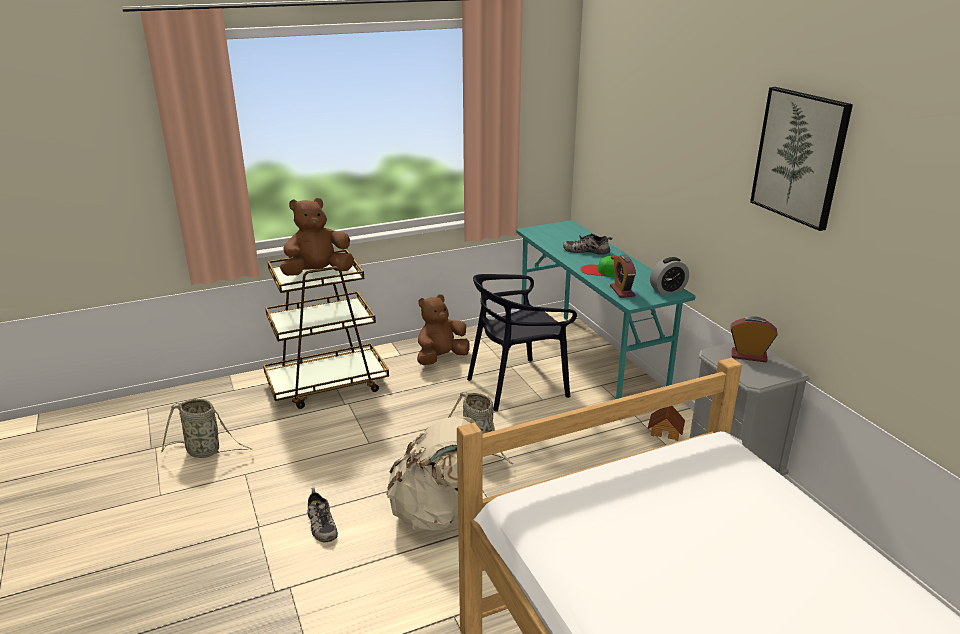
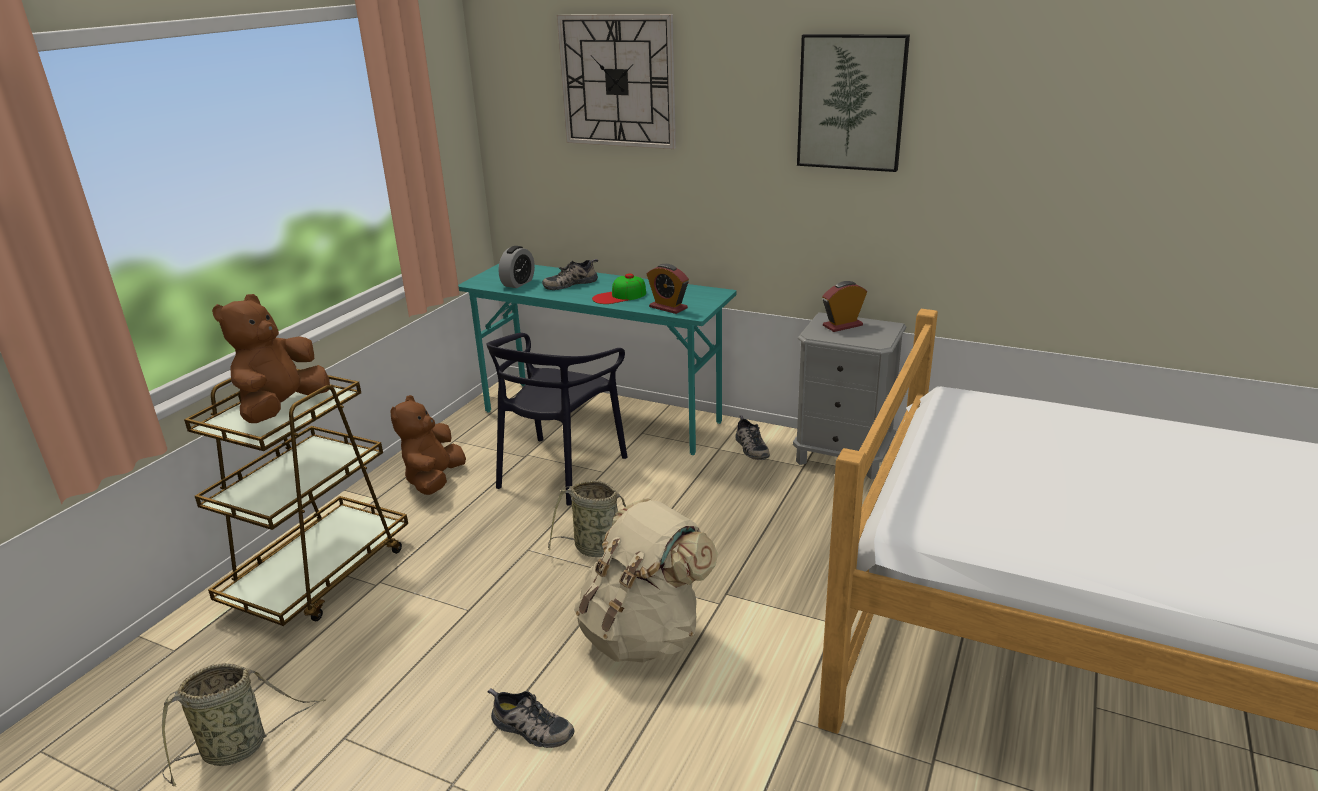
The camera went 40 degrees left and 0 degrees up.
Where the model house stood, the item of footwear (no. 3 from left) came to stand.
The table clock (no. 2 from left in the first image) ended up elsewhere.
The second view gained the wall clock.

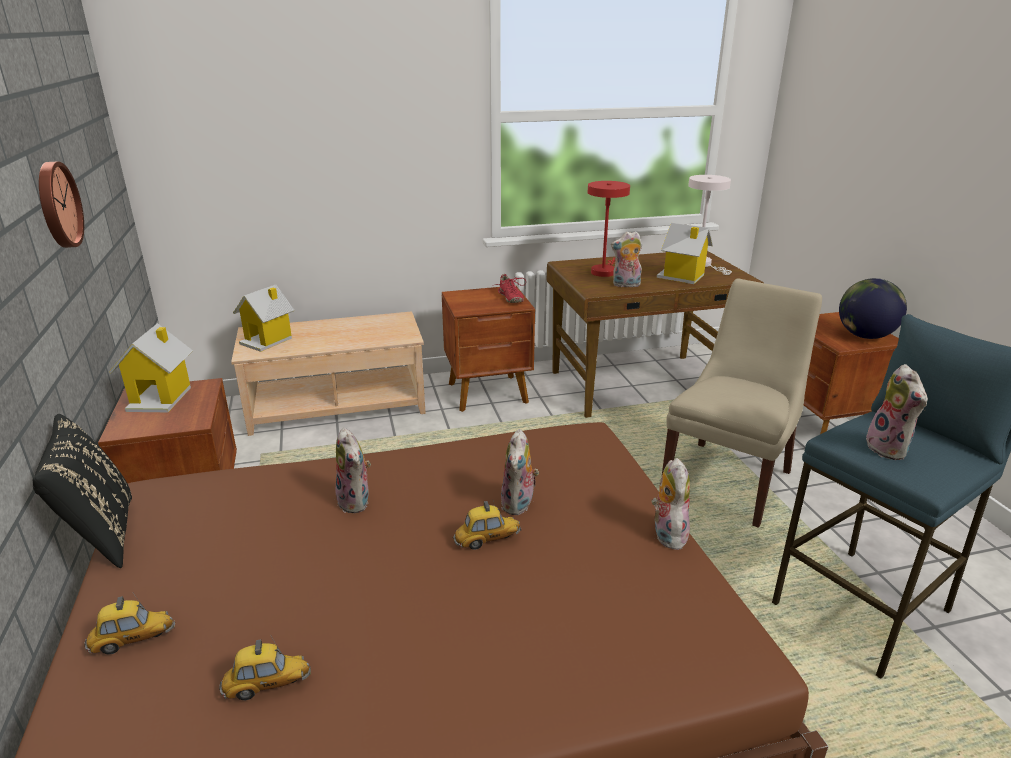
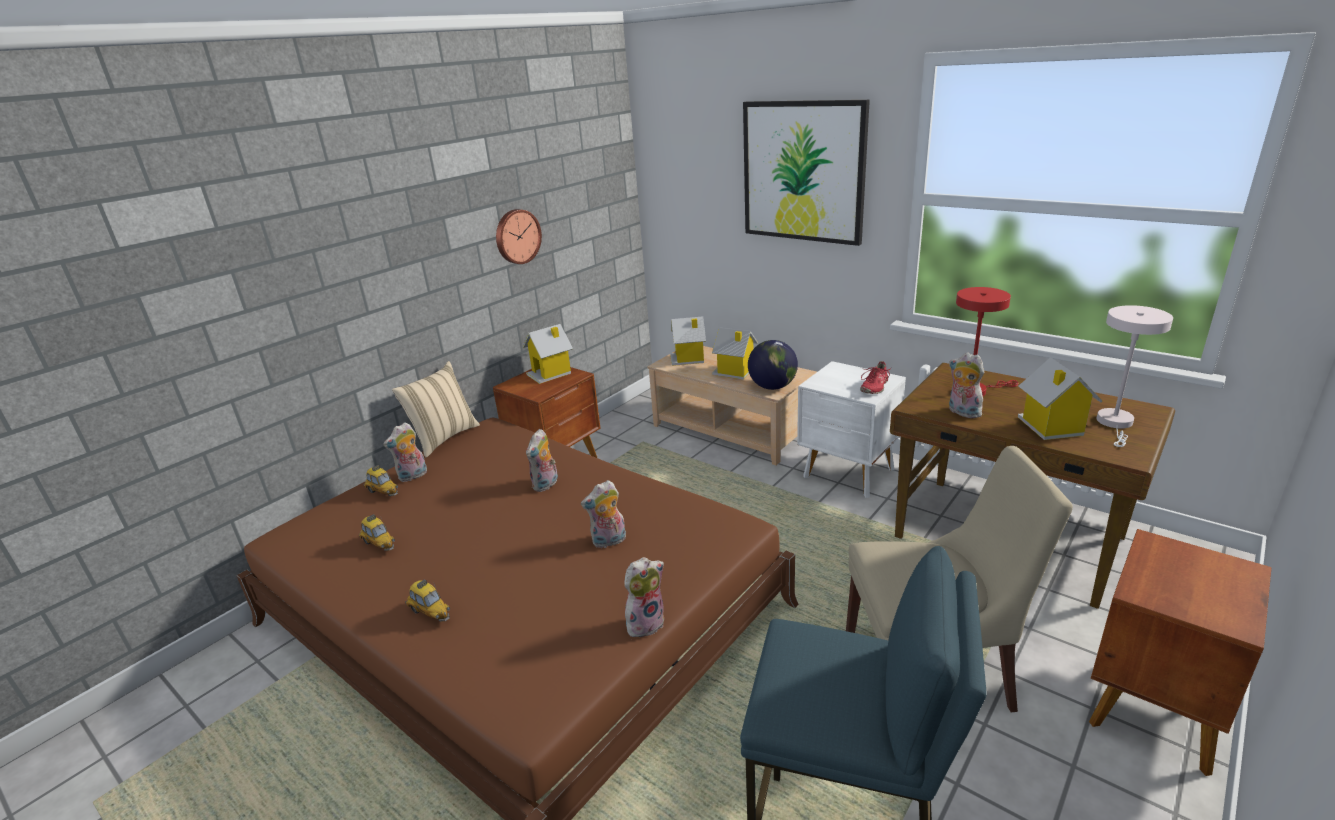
The camera went 55 degrees right and 0 degrees up.
What was the blackish throw pillow turned into the sand-coloured throw pillow.
What was the brown-coloured bedside table (no. 2 from left) turned into the white bedside table.
The toy car (no. 3 from left) ended up elsewhere.
The globe ended up elsewhere.
The soft toy (no. 5 from left in the first image) ended up elsewhere.
The second view gained the model house (no. 3 from left).
The second view gained the wall art.

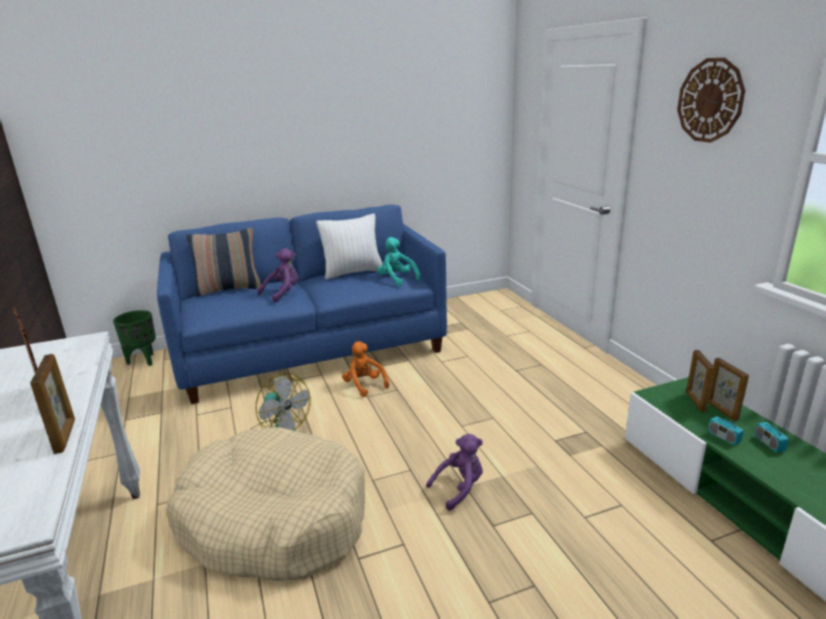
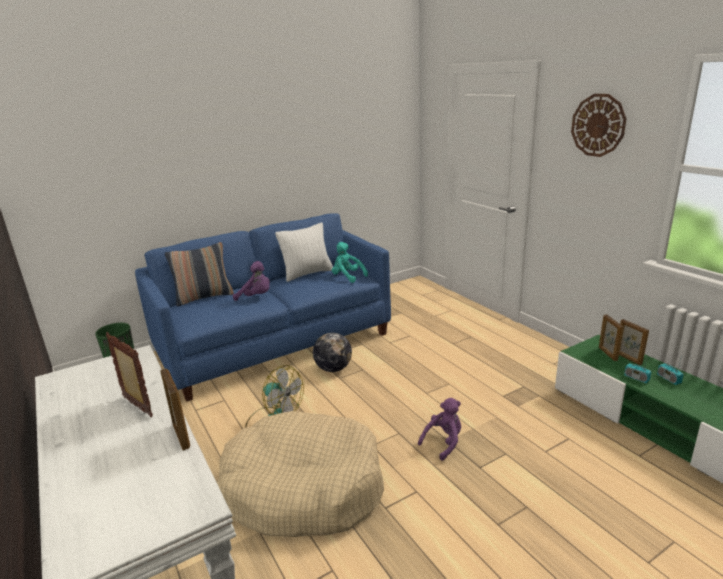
The camera went 10 degrees left and 0 degrees up.
The purple-coloured soft toy (no. 1 from left) ended up facing another way, 75 degrees clockwise from before.
Where the orange-coloured soft toy stood, the globe came to stand.

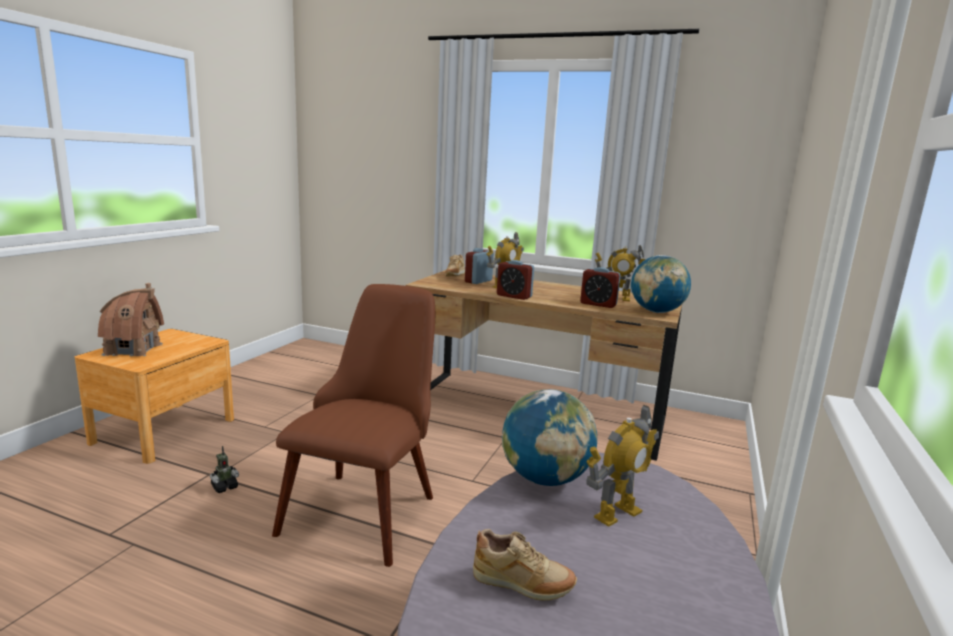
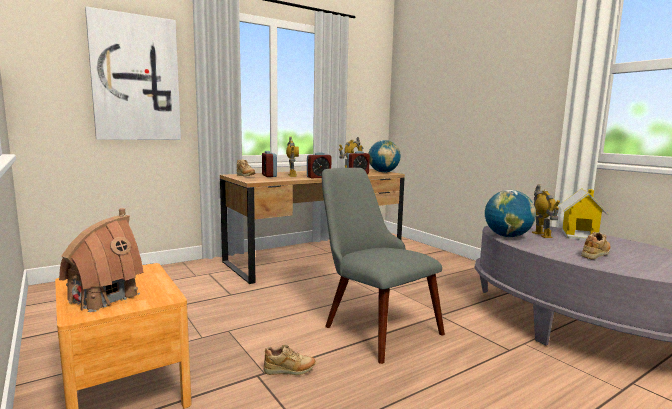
The camera went 55 degrees left and 5 degrees down.
Where the toy robot (no. 1 from left) stood, the sand-coloured item of footwear (no. 2 from left) came to stand.
What was the brown-coloured upright chair turned into the grey upright chair.
The second view gained the wall art.
The second view gained the model house (no. 2 from left).

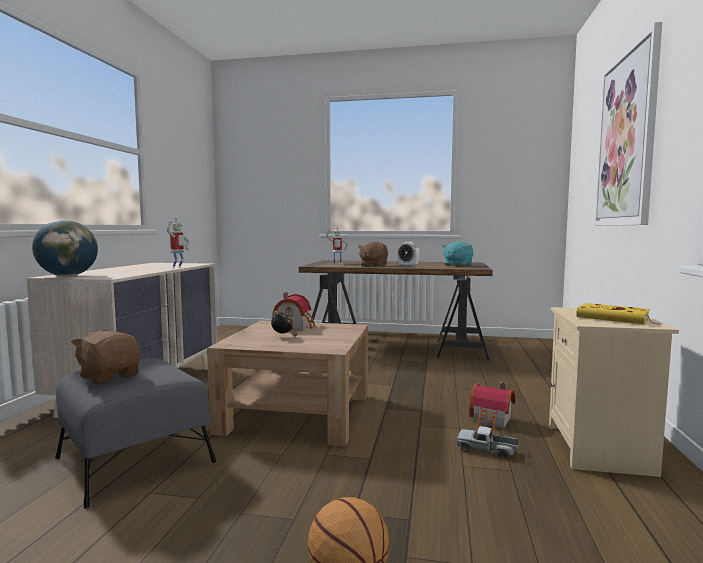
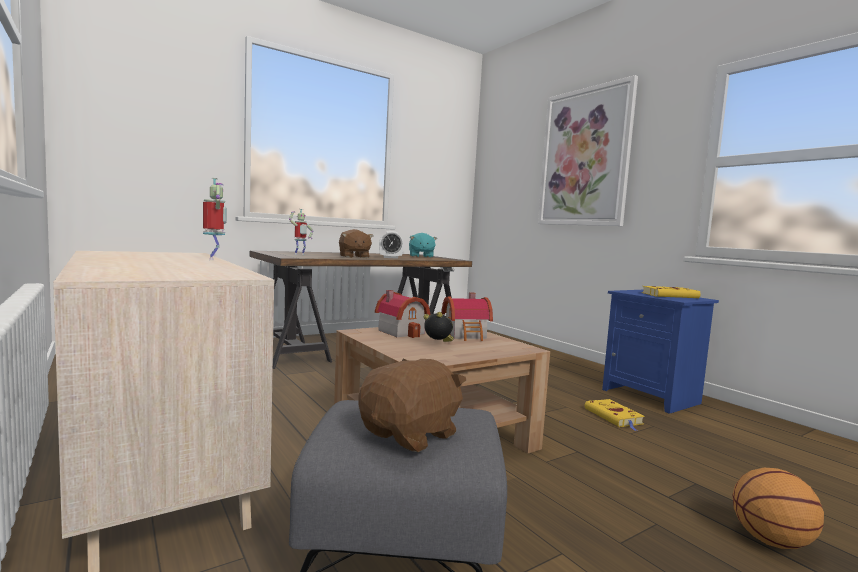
The camera went 45 degrees left and 0 degrees up.
The second view lost the globe.
The brown-coloured soft toy (no. 1 from left in the first image) ended up facing another way, 135 degrees clockwise from before.
Where the toy truck stood, the yellowish book (no. 1 from left) came to stand.
The model house (no. 2 from left) ended up elsewhere.
What was the sand-coloured bedside table turned into the bluish bedside table.

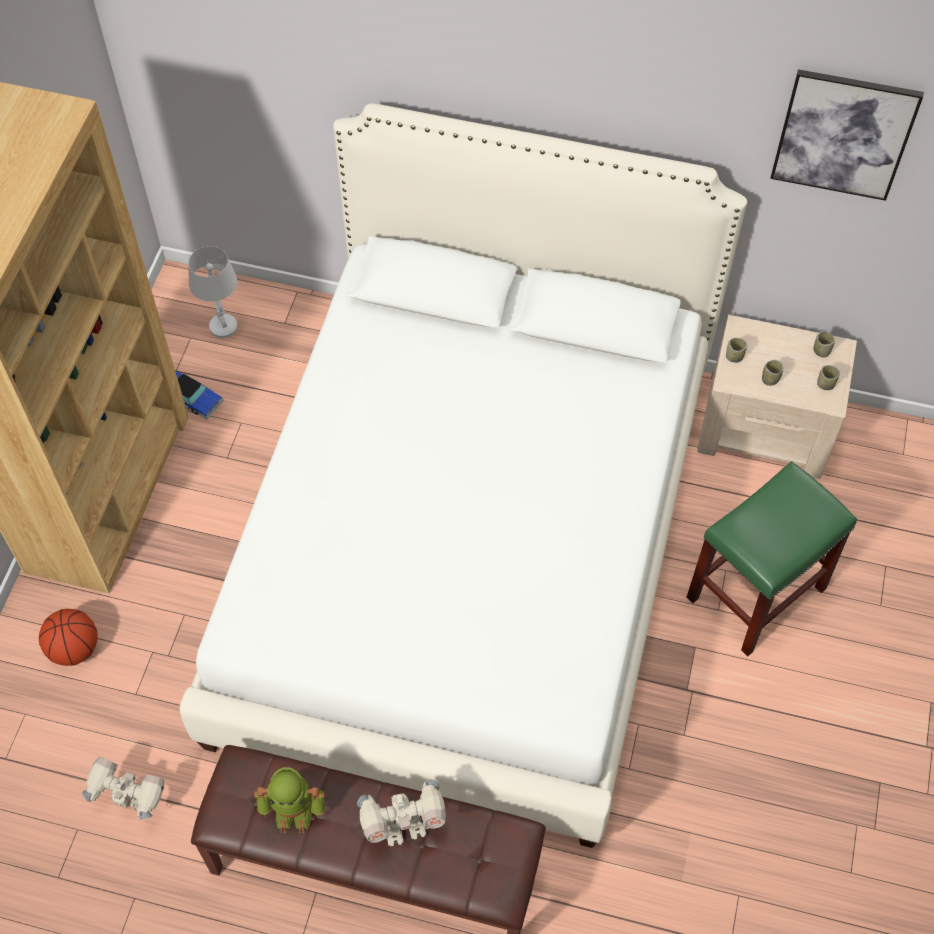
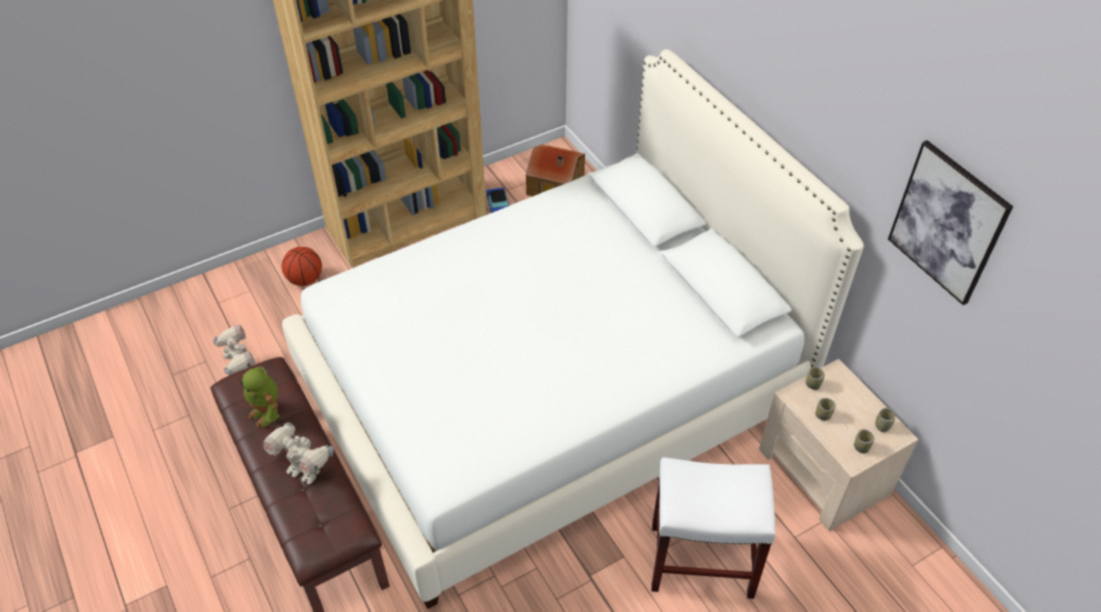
The camera went 45 degrees right and 10 degrees down.
Where the white lamp for a table stood, the model house came to stand.
What was the green stool seat turned into the white stool seat.

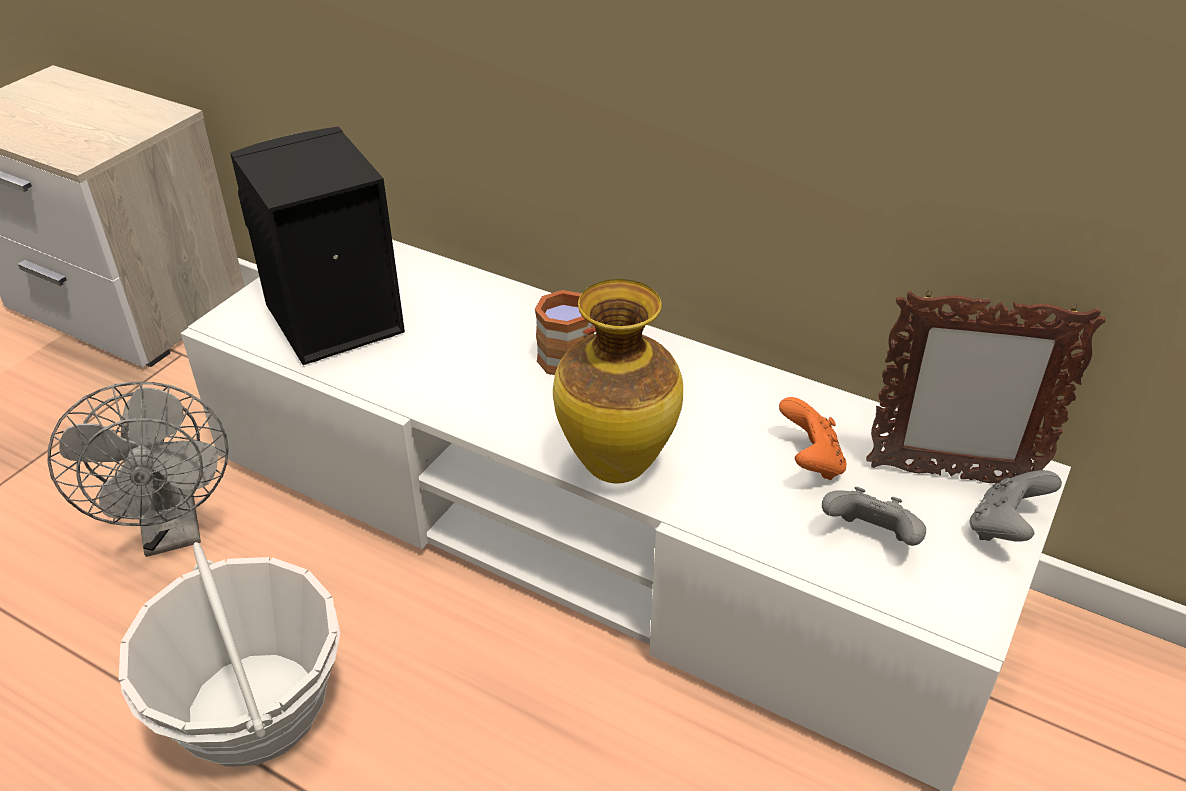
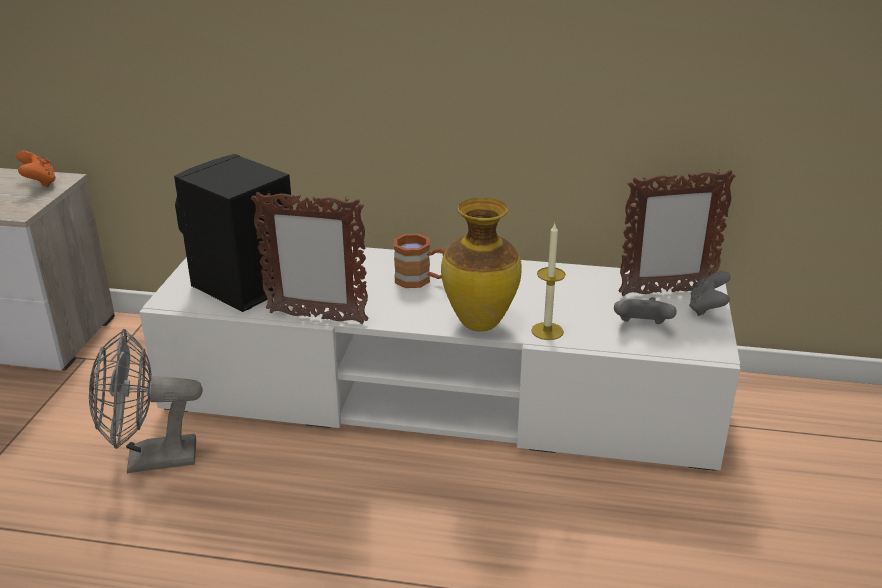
The camera went 20 degrees left and 10 degrees down.
The grey cooling fan ended up facing another way, 120 degrees clockwise from before.
The second view lost the household basket.
The orange-coloured joypad ended up elsewhere.
The second view gained the photo frame (no. 1 from left).
The second view gained the wax light.

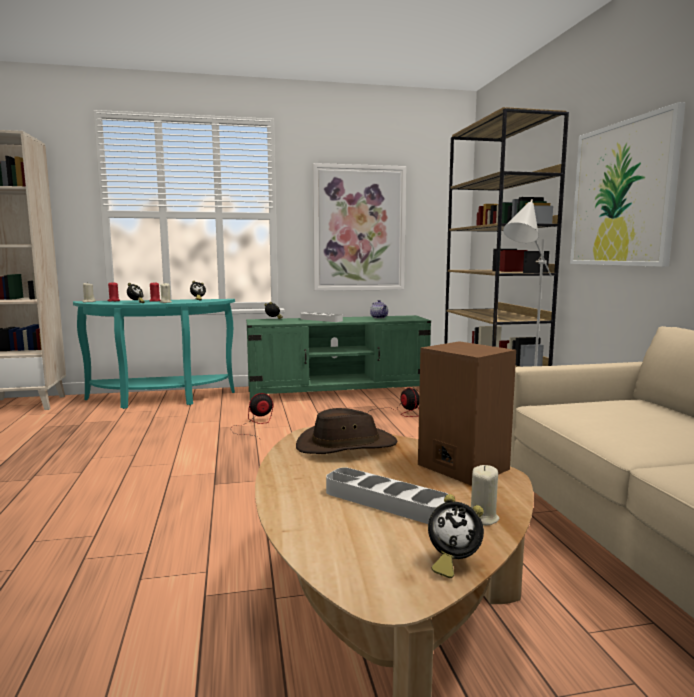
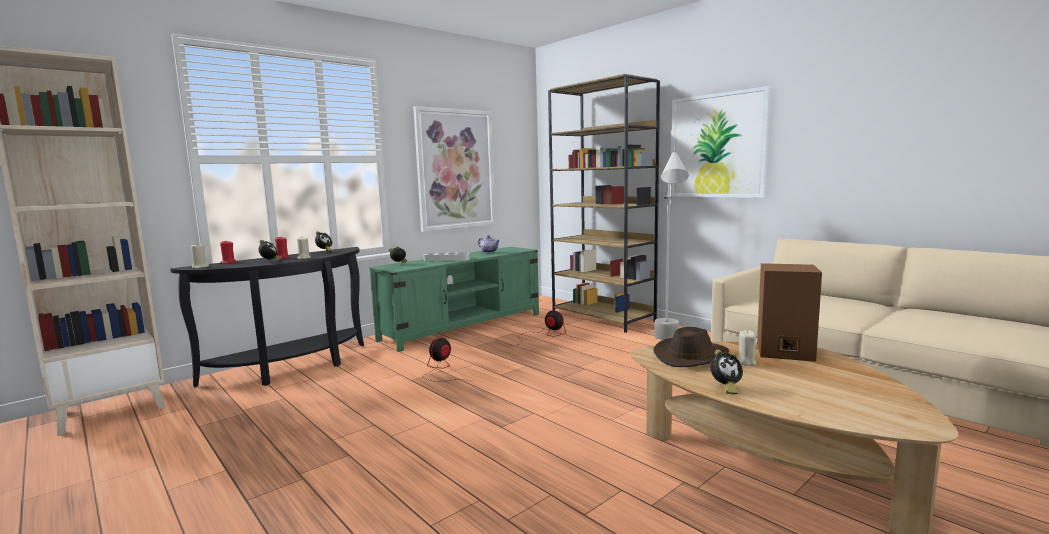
The camera went 30 degrees left and 0 degrees up.
What was the blue-green console table turned into the blackish console table.
The second view lost the grey carrying tray (no. 2 from left).
The table clock (no. 4 from left) ended up elsewhere.
The sand-coloured wax light (no. 3 from left) ended up elsewhere.

